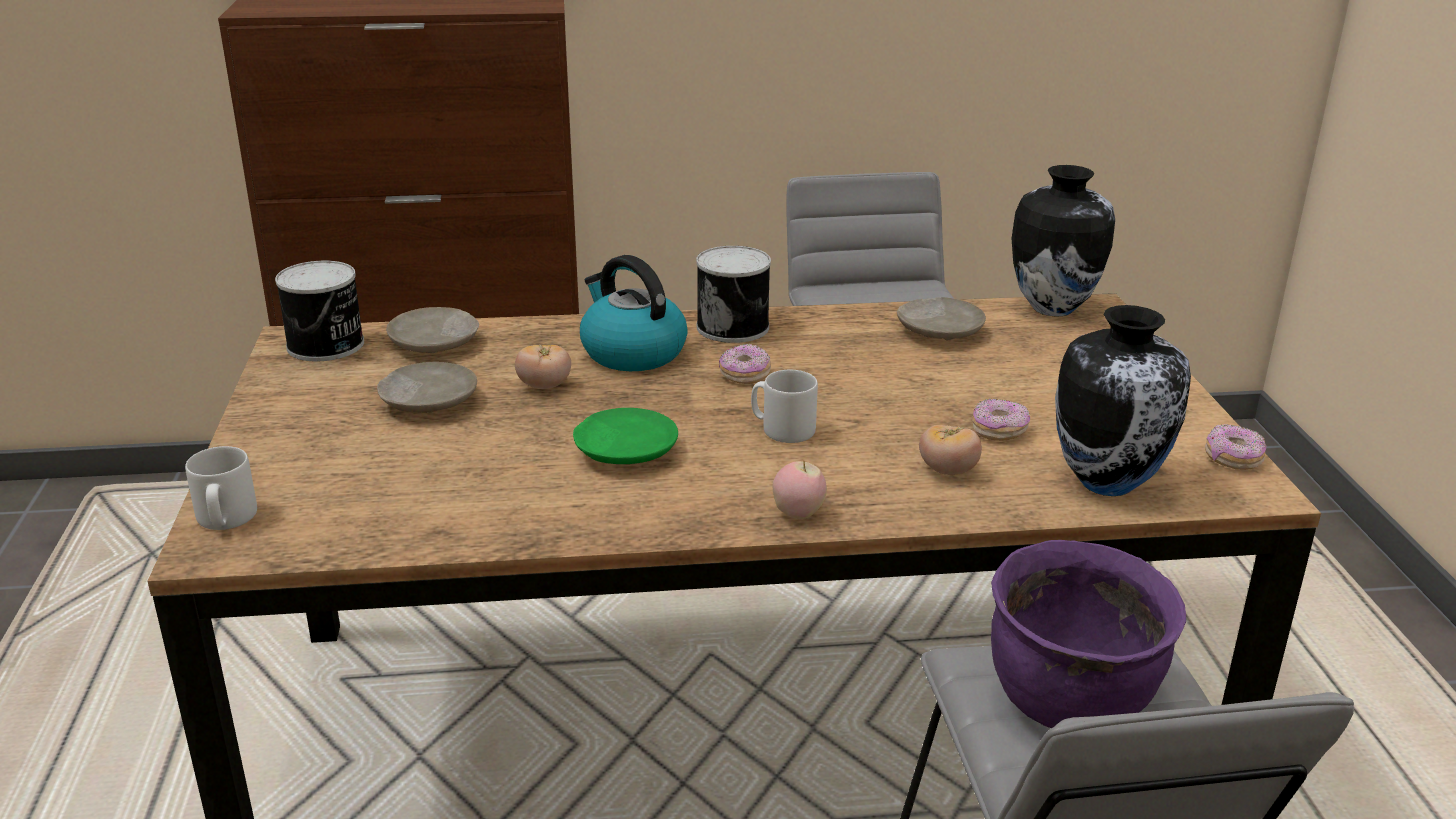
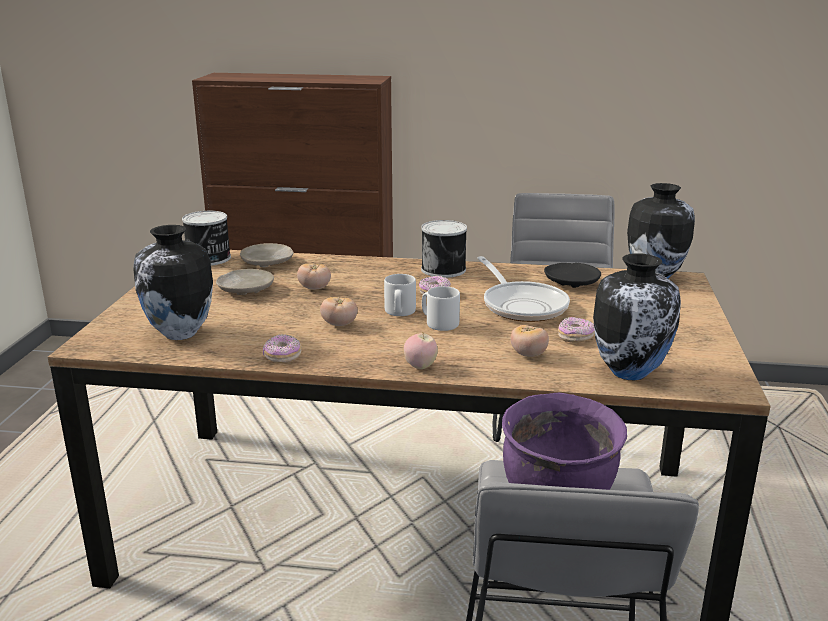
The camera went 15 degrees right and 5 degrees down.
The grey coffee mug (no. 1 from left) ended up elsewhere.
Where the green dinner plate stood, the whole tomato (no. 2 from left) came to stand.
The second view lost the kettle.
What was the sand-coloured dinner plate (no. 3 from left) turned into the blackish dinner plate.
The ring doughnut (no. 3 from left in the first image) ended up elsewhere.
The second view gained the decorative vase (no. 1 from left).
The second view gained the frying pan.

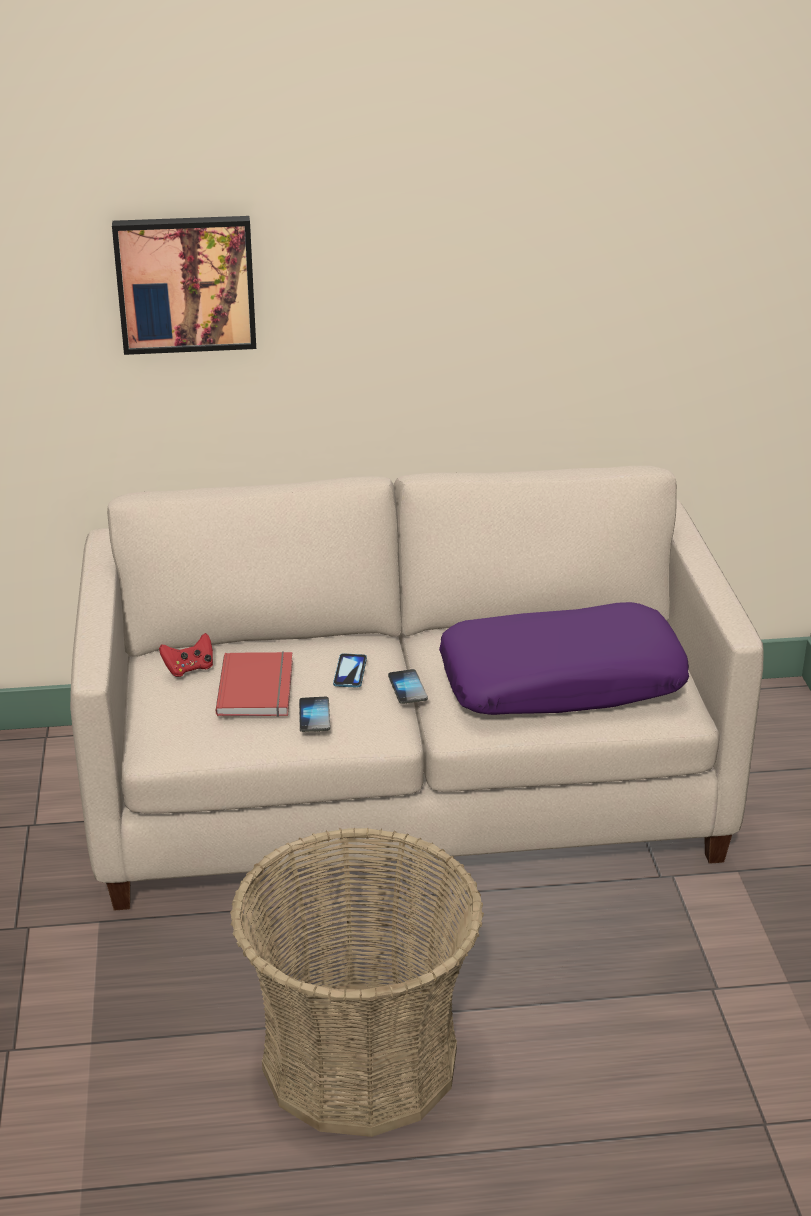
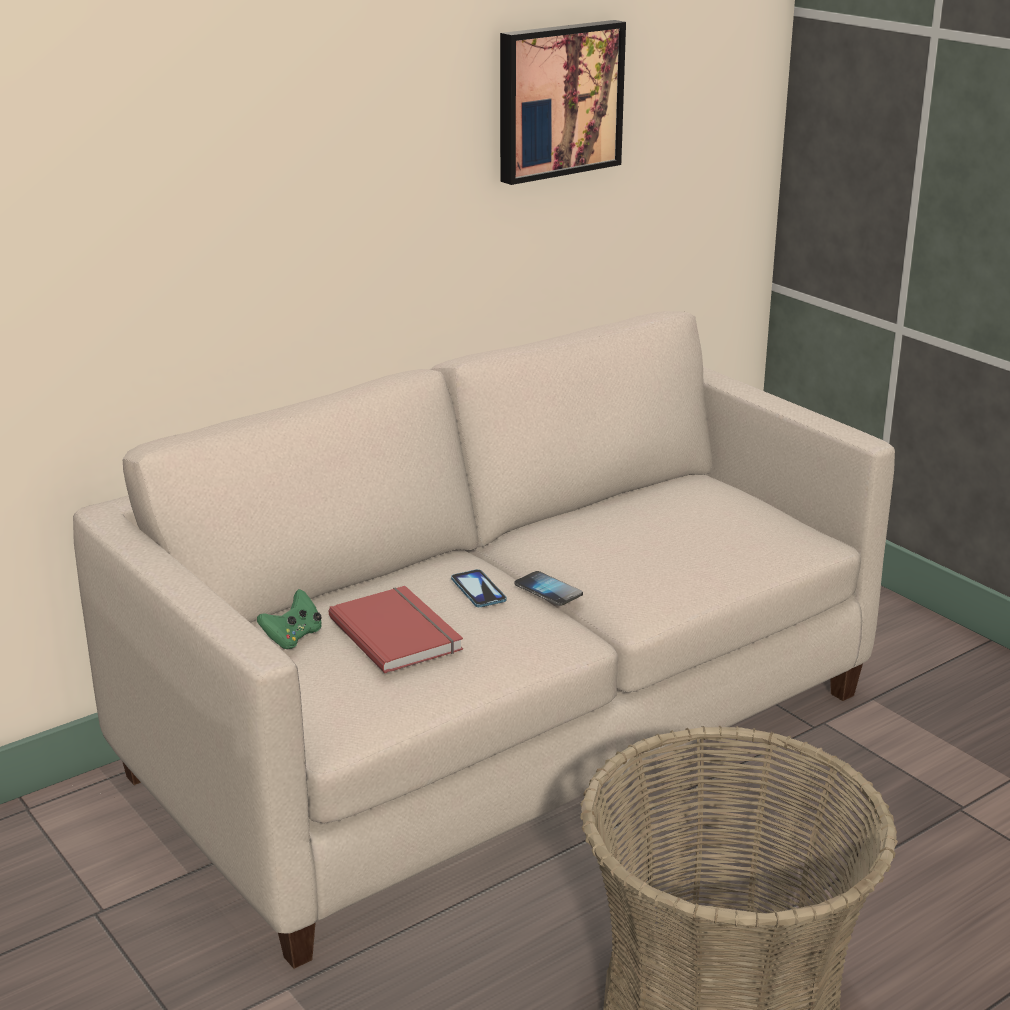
The camera went 30 degrees left and 5 degrees down.
The wall art ended up elsewhere.
What was the reddish joypad turned into the green joypad.
The second view lost the telephone (no. 1 from left).
The second view lost the purple-coloured throw pillow.

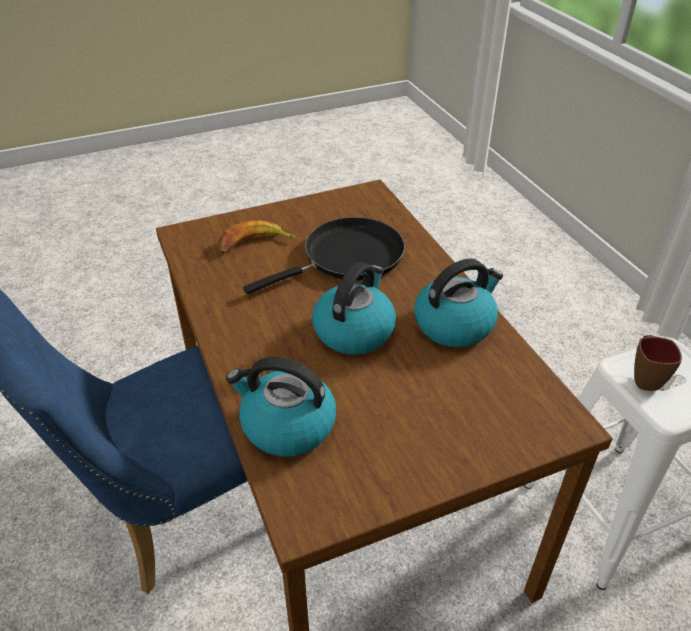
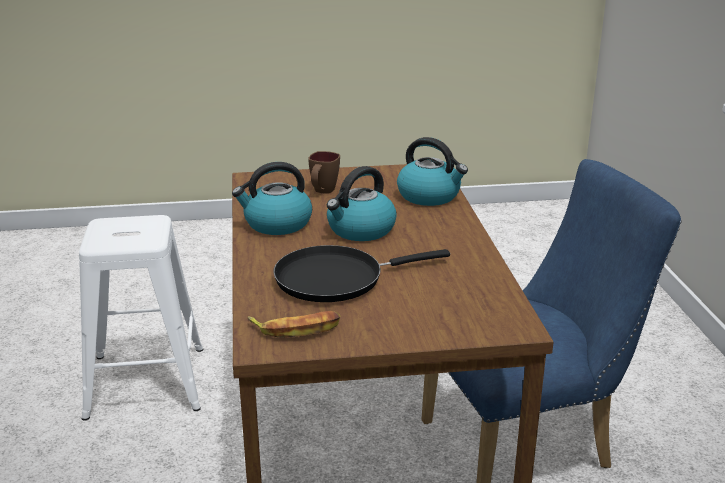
The camera went 165 degrees left and 15 degrees down.
The banana ended up elsewhere.
The brown-coloured coffee mug ended up elsewhere.

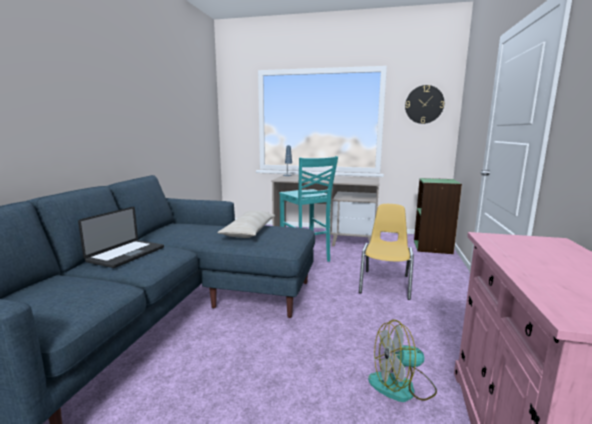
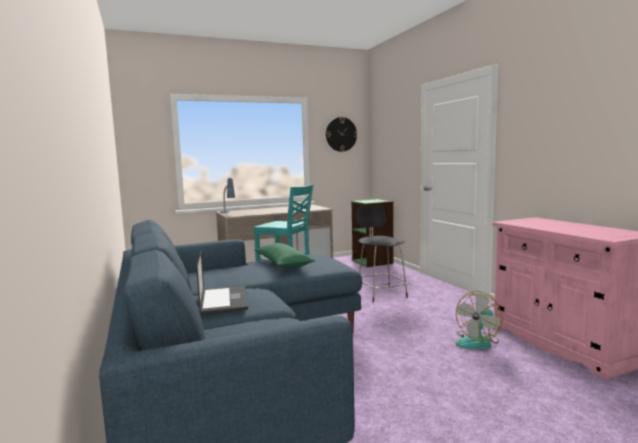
The camera went 35 degrees left and 5 degrees down.
What was the sand-coloured throw pillow turned into the green throw pillow.
Where the yellowish upright chair stood, the blackish stool seat came to stand.

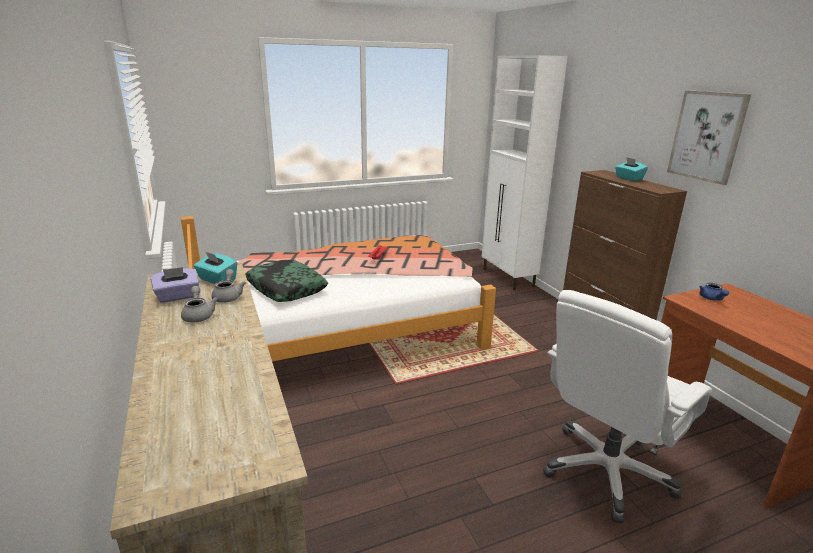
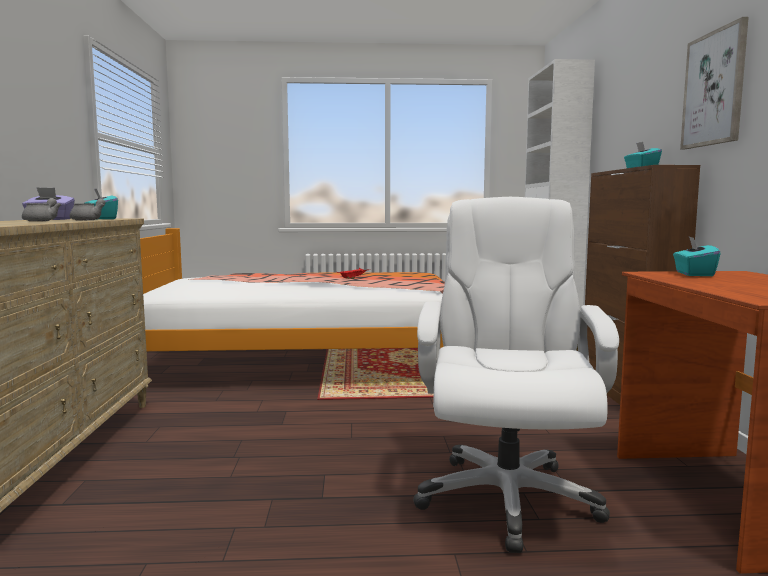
The camera went 20 degrees right and 15 degrees down.
The second view lost the throw pillow.
The white computer chair ended up facing another way, 120 degrees clockwise from before.
Where the bluish teapot stood, the blue-green box of tissues (no. 3 from left) came to stand.

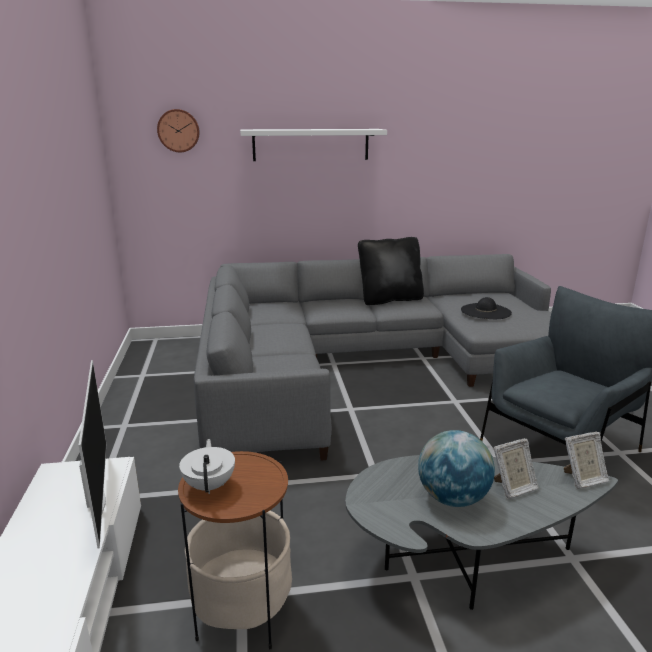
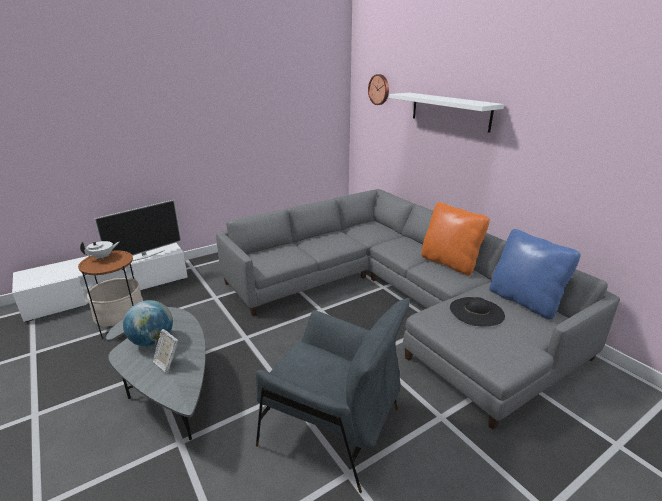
The camera went 65 degrees right and 5 degrees up.
What was the blackish throw pillow turned into the orange-coloured throw pillow.
The second view lost the photo frame (no. 2 from left).
The second view gained the bluish throw pillow.

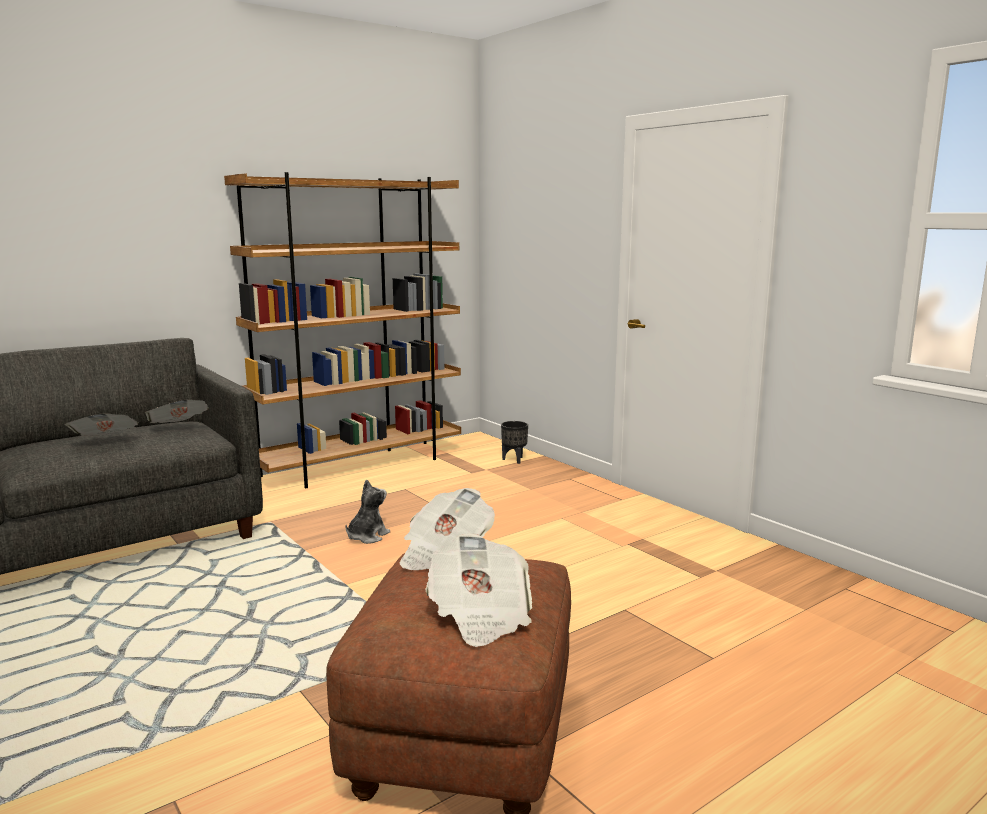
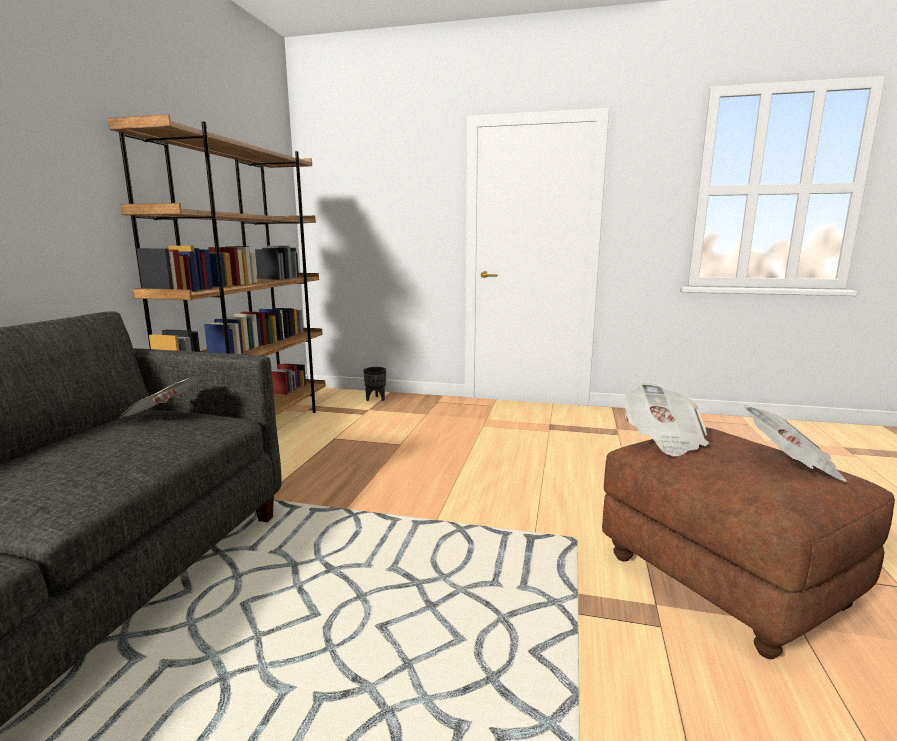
The camera went 40 degrees left and 0 degrees up.
The second view lost the printed paper (no. 1 from left).
The second view lost the soft toy.

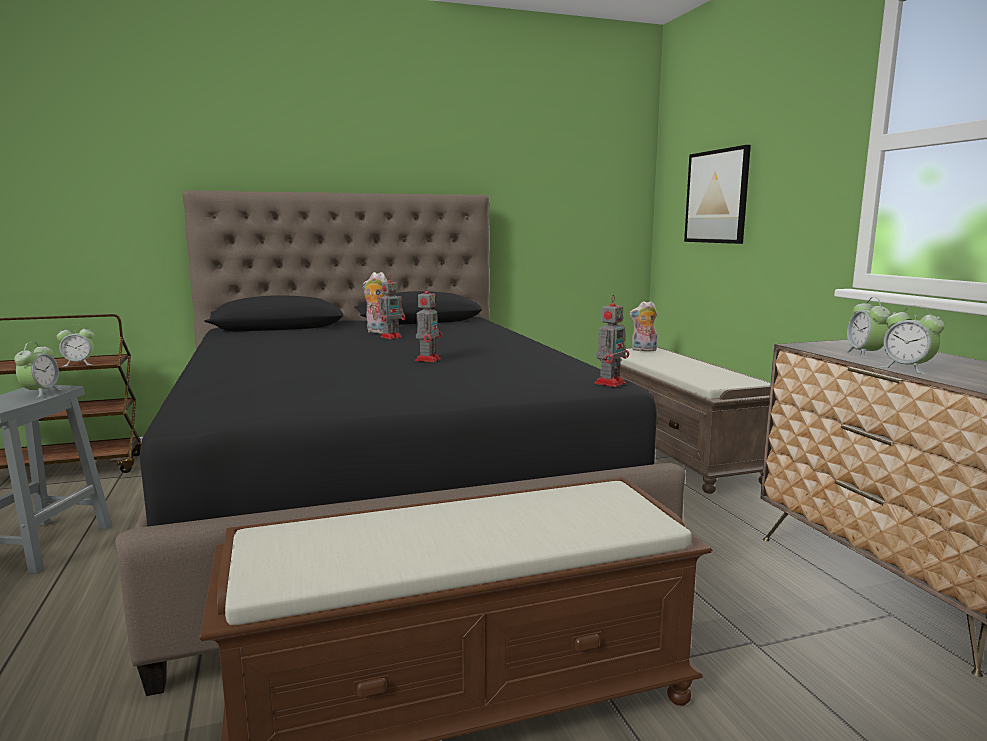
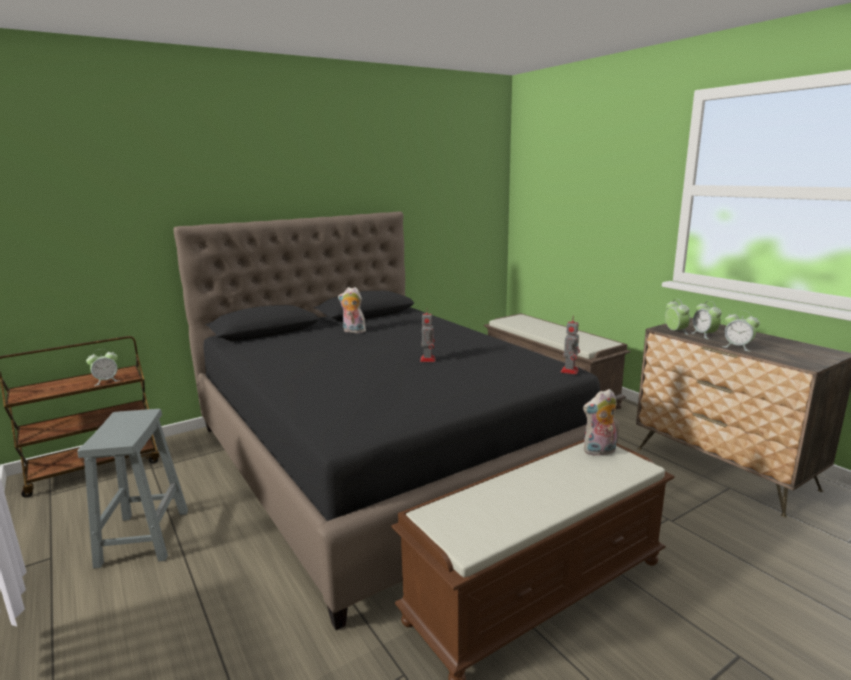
The camera went 15 degrees left and 5 degrees up.
The table clock (no. 1 from left in the first image) ended up elsewhere.
The second view lost the toy robot (no. 1 from left).
The soft toy (no. 2 from left) ended up elsewhere.
The second view lost the wall art.

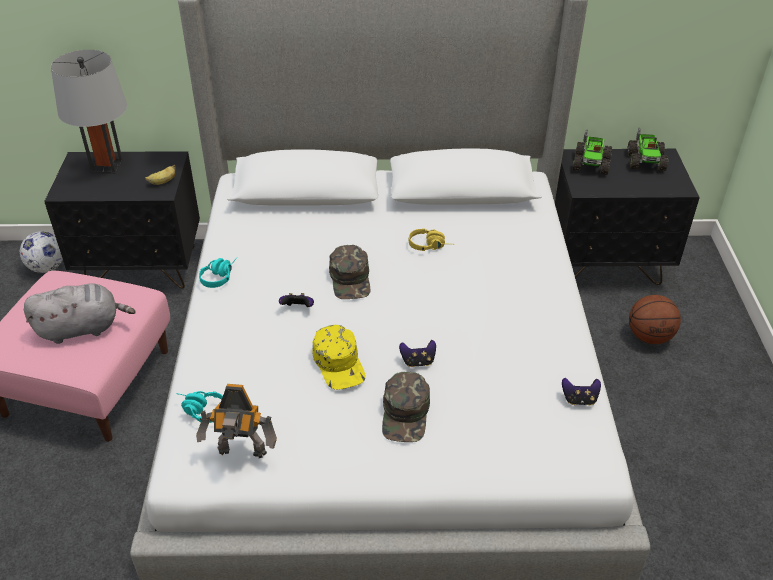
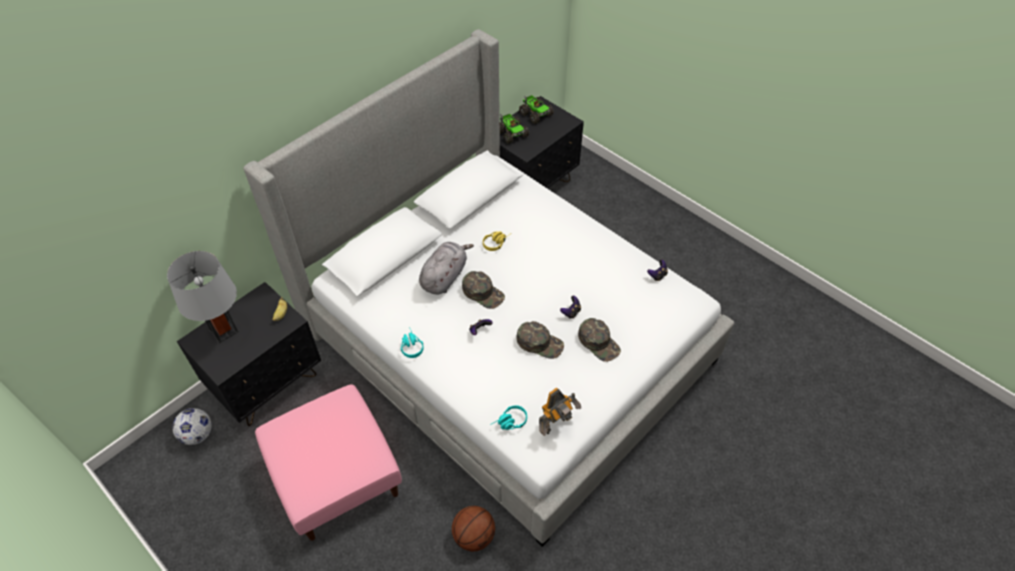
The camera went 45 degrees left and 10 degrees up.
The grey soft toy ended up elsewhere.
What was the yellowish peaked cap turned into the green peaked cap (no. 2 from left).
The ball for basketball ended up elsewhere.

